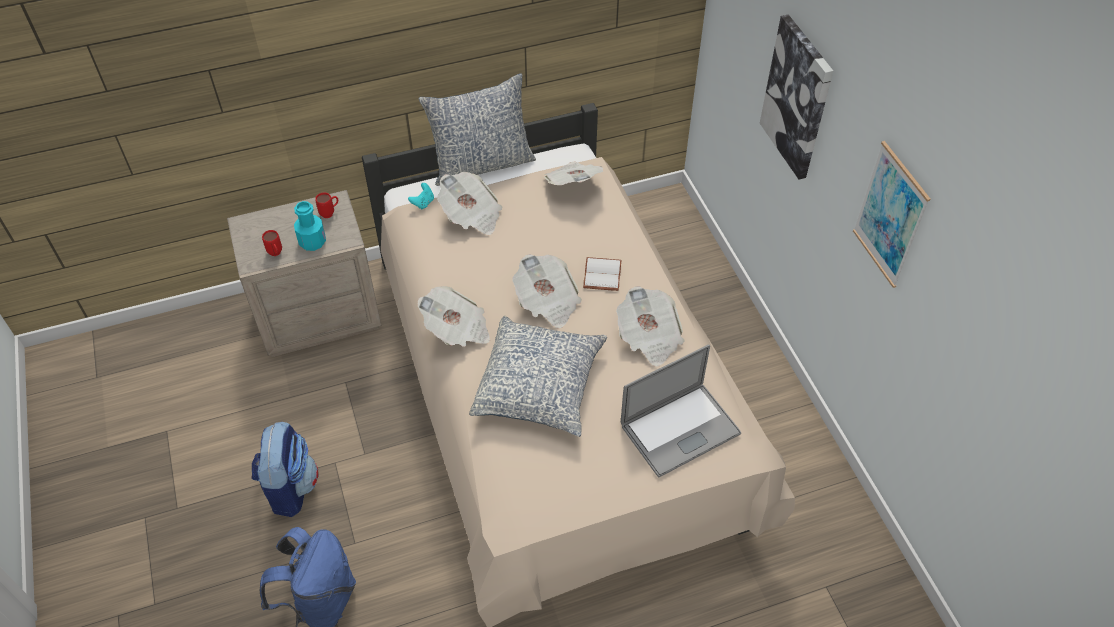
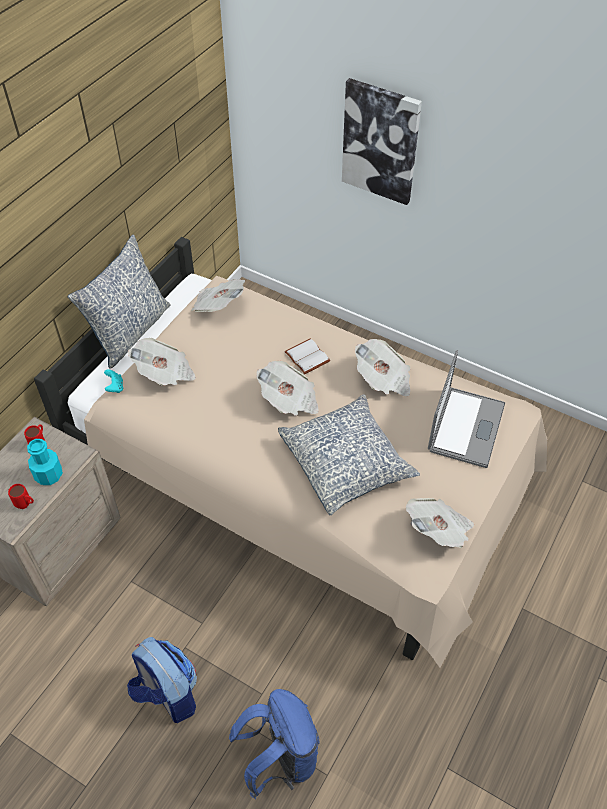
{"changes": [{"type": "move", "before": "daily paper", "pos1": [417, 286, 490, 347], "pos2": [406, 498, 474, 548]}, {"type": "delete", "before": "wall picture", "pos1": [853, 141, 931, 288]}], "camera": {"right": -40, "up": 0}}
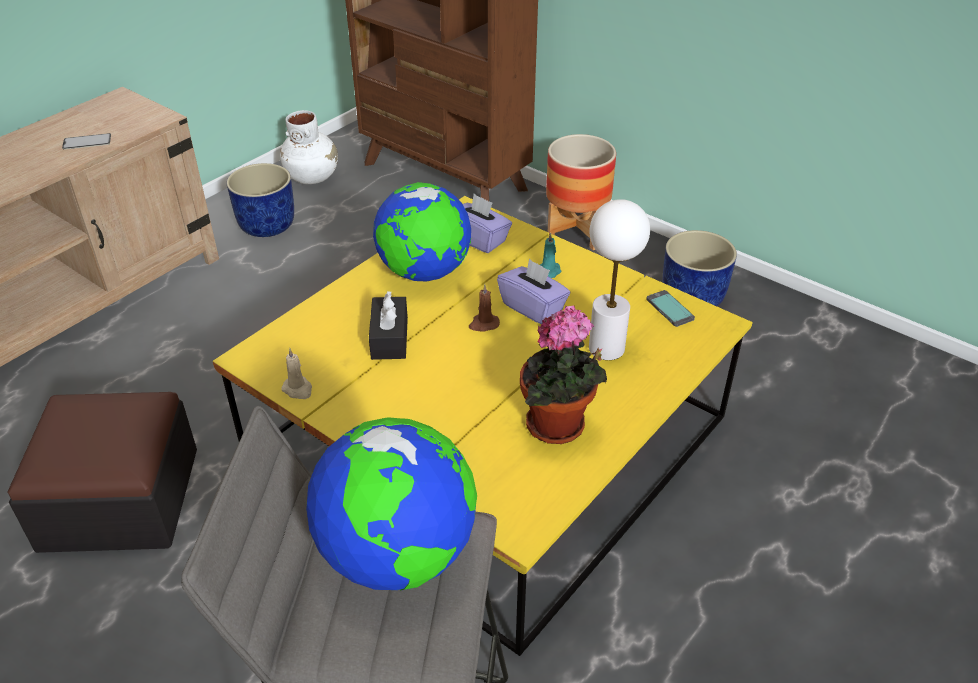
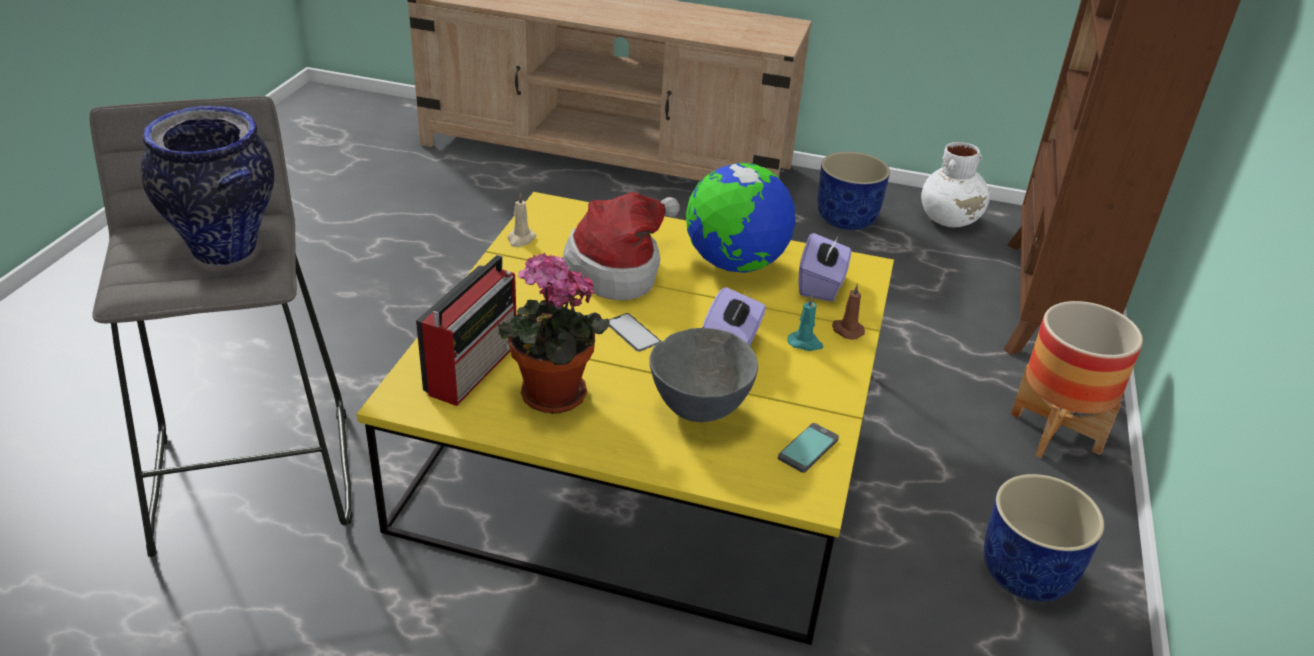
{"changes": [{"type": "replace", "before": "world globe", "after": "vase", "pos1": [306, 417, 477, 590], "pos2": [141, 106, 274, 265]}, {"type": "insert", "after": "radio set", "pos2": [416, 255, 516, 406]}, {"type": "replace", "before": "black-coloured tissue box", "after": "clothing hat", "pos1": [369, 291, 408, 360], "pos2": [563, 192, 680, 300]}, {"type": "move", "before": "telephone", "pos1": [62, 133, 111, 150], "pos2": [609, 313, 661, 352]}, {"type": "replace", "before": "white-coloured lamp for a table", "after": "gray bowl", "pos1": [589, 199, 650, 360], "pos2": [649, 328, 758, 422]}, {"type": "move", "before": "brown-coloured candle", "pos1": [469, 284, 500, 332], "pos2": [832, 283, 865, 340]}, {"type": "delete", "before": "footrest", "pos1": [8, 392, 197, 553]}], "camera": {"right": 65, "up": -5}}
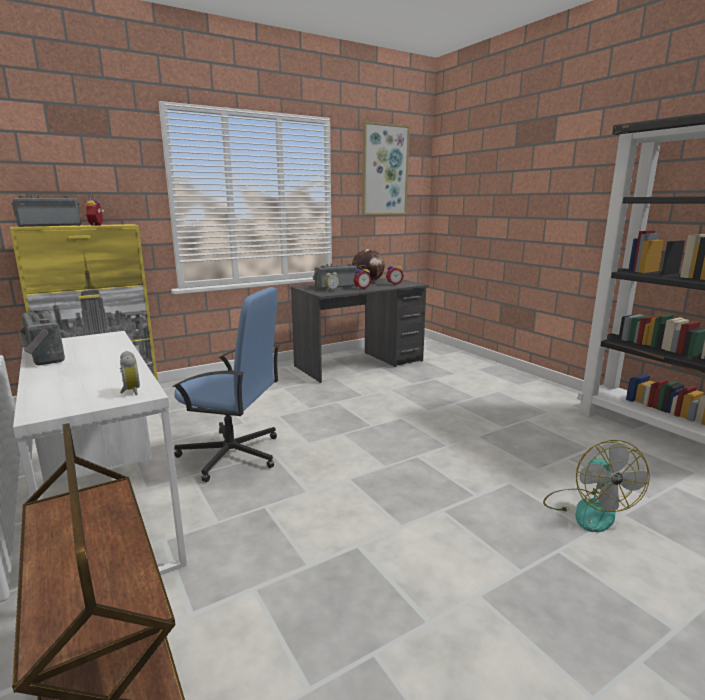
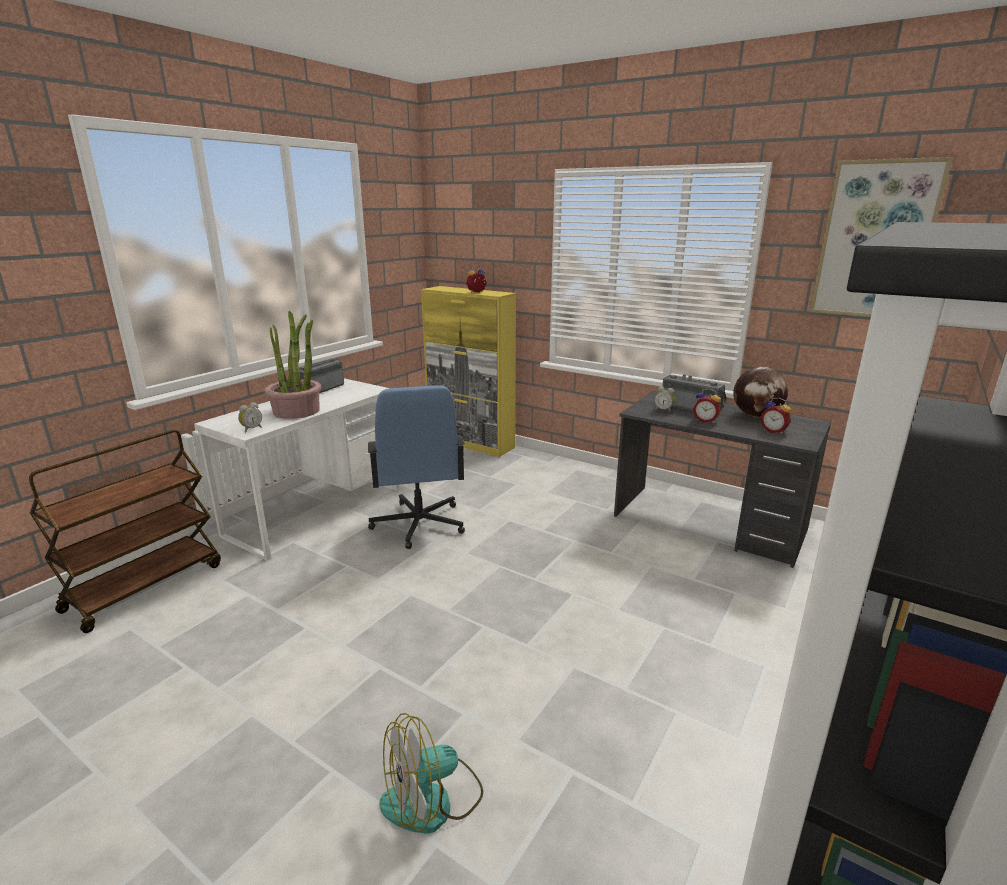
{"changes": [{"type": "insert", "after": "potted plant", "pos2": [265, 311, 321, 419]}, {"type": "delete", "before": "radio set", "pos1": [11, 195, 81, 227]}], "camera": {"right": 65, "up": 5}}
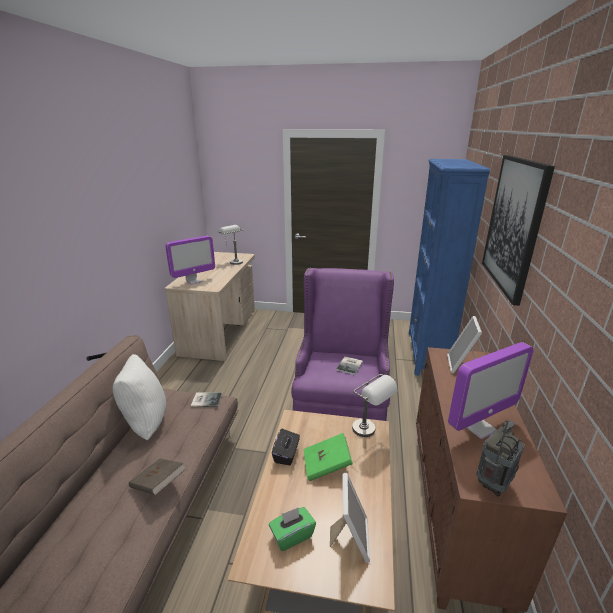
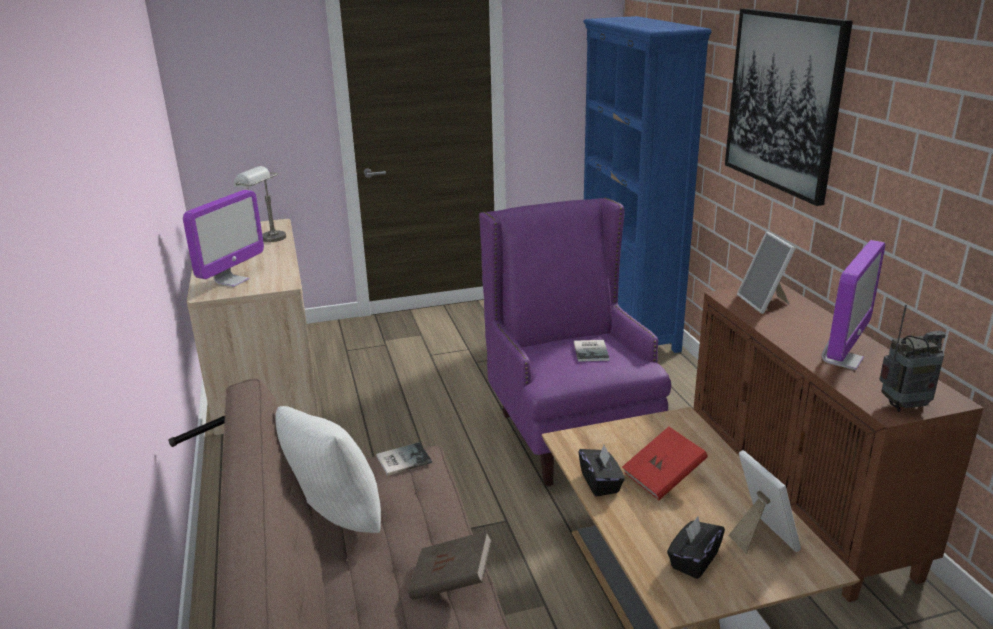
{"changes": [{"type": "recolor", "before": "green-coloured bound book", "after": "red-coloured bound book", "pos1": [304, 433, 353, 481], "pos2": [622, 427, 708, 500]}, {"type": "recolor", "before": "green-coloured tissue box", "after": "black-coloured tissue box", "pos1": [269, 507, 316, 551], "pos2": [667, 517, 725, 579]}, {"type": "rotate", "before": "radio set", "pos1": [476, 420, 524, 496], "pos2": [879, 305, 946, 412], "turn": 60}, {"type": "delete", "before": "gray lamp for a table", "pos1": [352, 374, 398, 437]}], "camera": {"right": -25, "up": 0}}
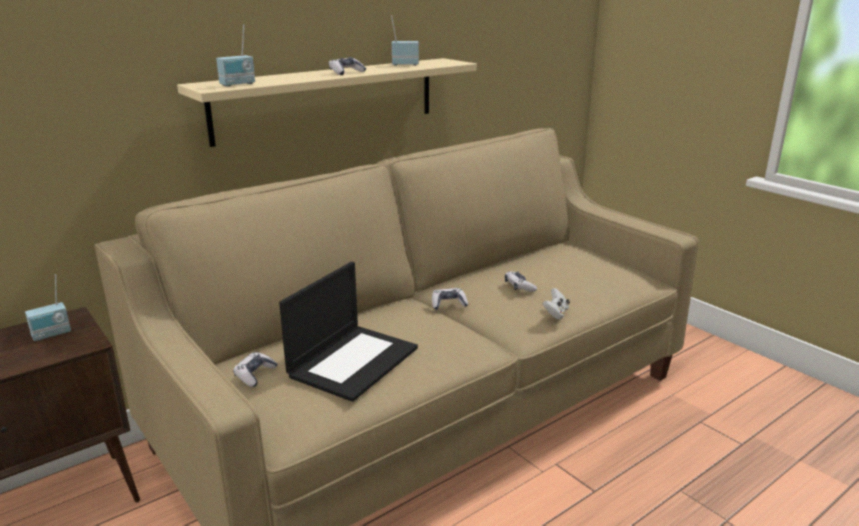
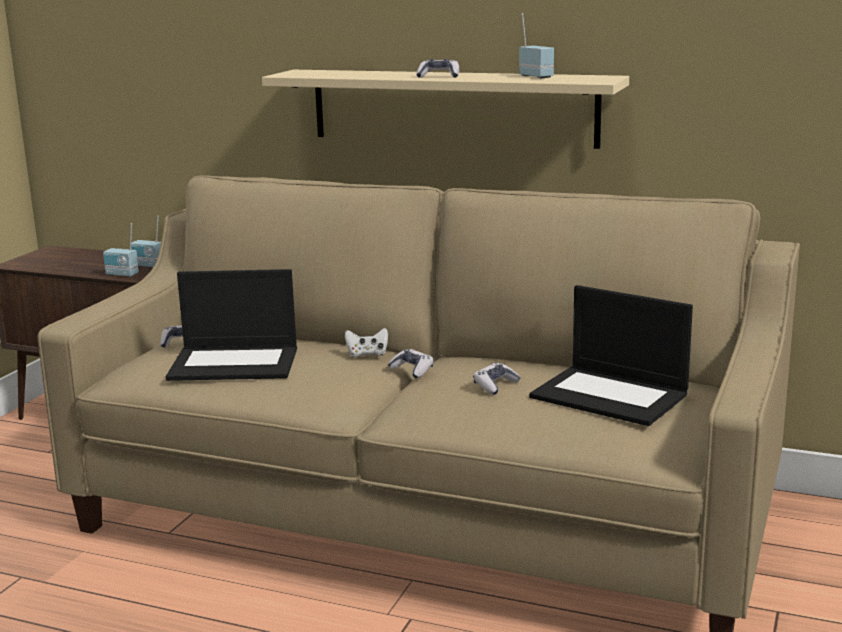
{"changes": [{"type": "move", "before": "radio set", "pos1": [216, 24, 255, 87], "pos2": [103, 223, 139, 277]}, {"type": "move", "before": "white-coloured joypad", "pos1": [543, 288, 570, 319], "pos2": [345, 328, 388, 357]}, {"type": "insert", "after": "laptop", "pos2": [529, 285, 693, 426]}], "camera": {"right": 60, "up": -5}}
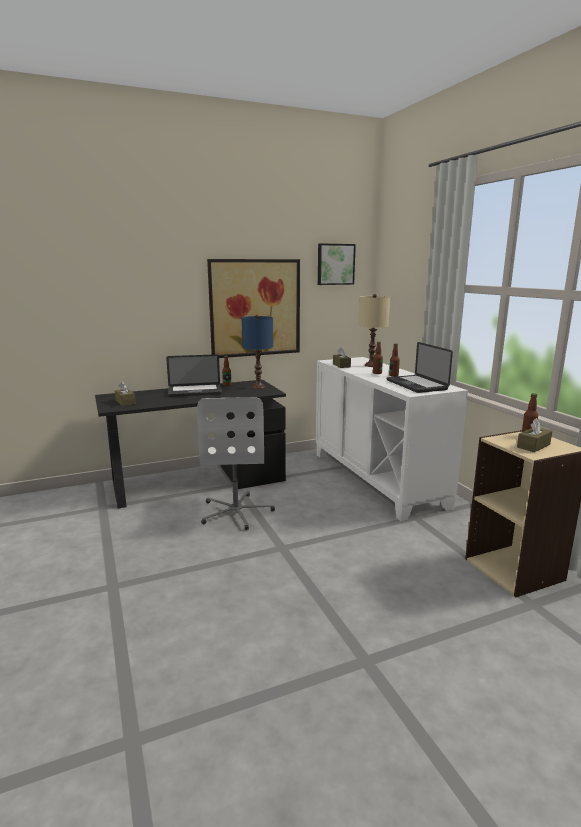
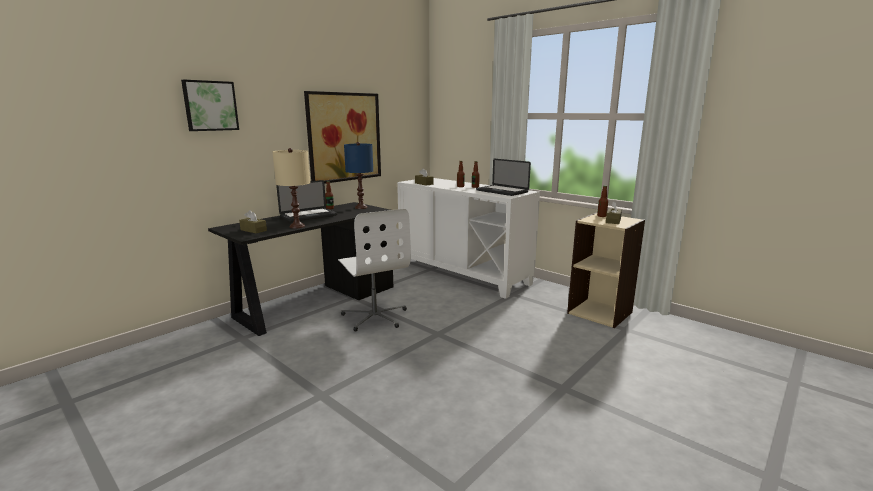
{"changes": [{"type": "move", "before": "wall picture", "pos1": [318, 244, 356, 285], "pos2": [181, 80, 239, 131]}, {"type": "move", "before": "sand-coloured lamp for a table", "pos1": [358, 294, 390, 367], "pos2": [273, 148, 310, 229]}], "camera": {"right": -25, "up": 0}}
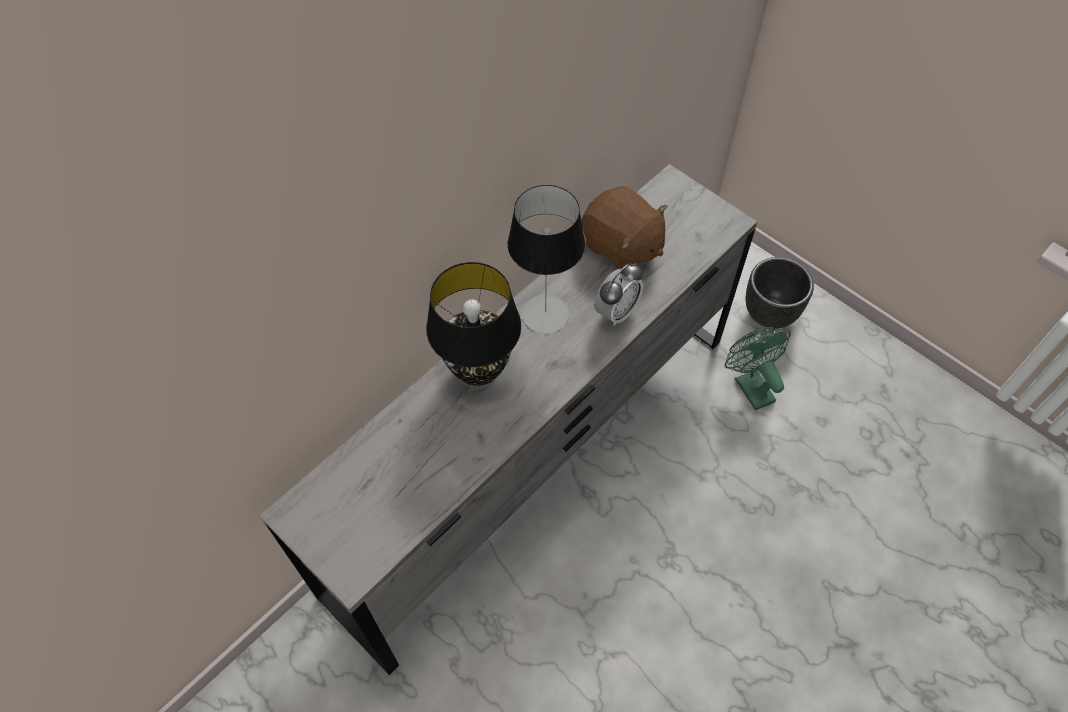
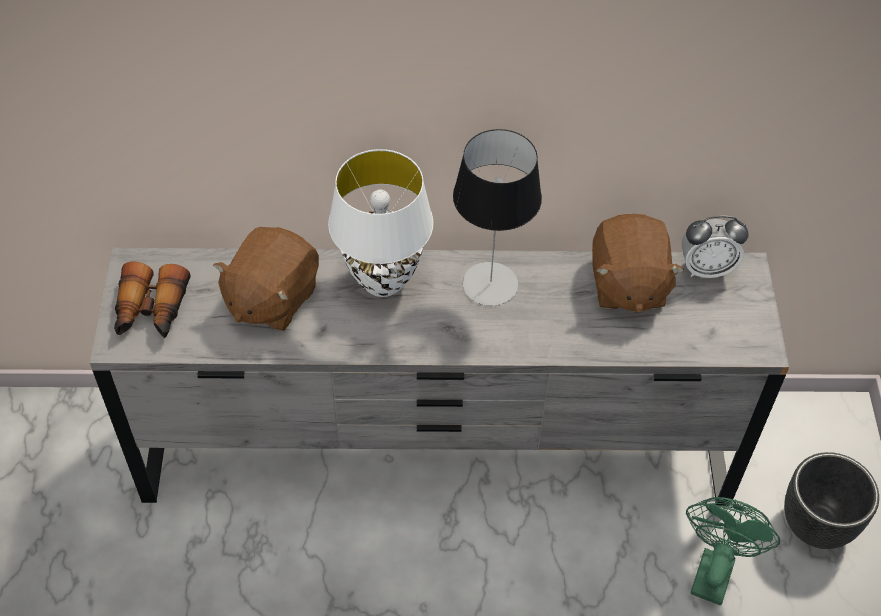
{"changes": [{"type": "insert", "after": "pair of binoculars", "pos2": [114, 261, 190, 338]}, {"type": "insert", "after": "brown-coloured cuddly toy", "pos2": [213, 227, 319, 331]}, {"type": "recolor", "before": "black-coloured lamp for a table", "after": "white-coloured lamp for a table", "pos1": [426, 262, 521, 386], "pos2": [328, 149, 433, 297]}, {"type": "move", "before": "alarm clock", "pos1": [594, 263, 644, 326], "pos2": [682, 216, 749, 278]}], "camera": {"right": 45, "up": -5}}
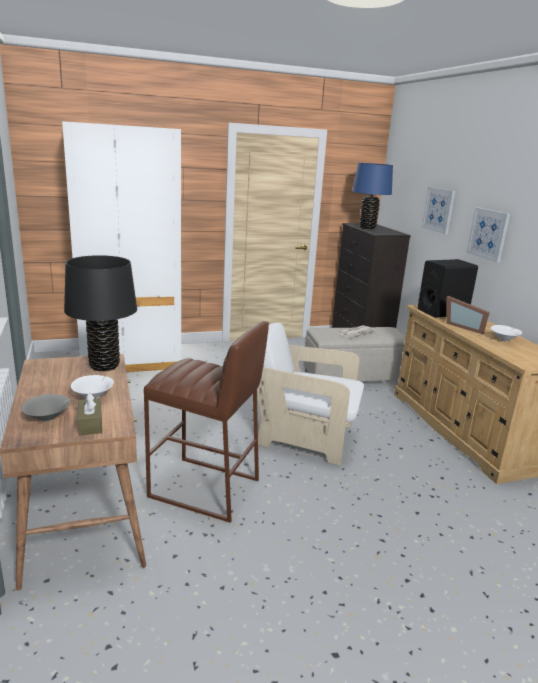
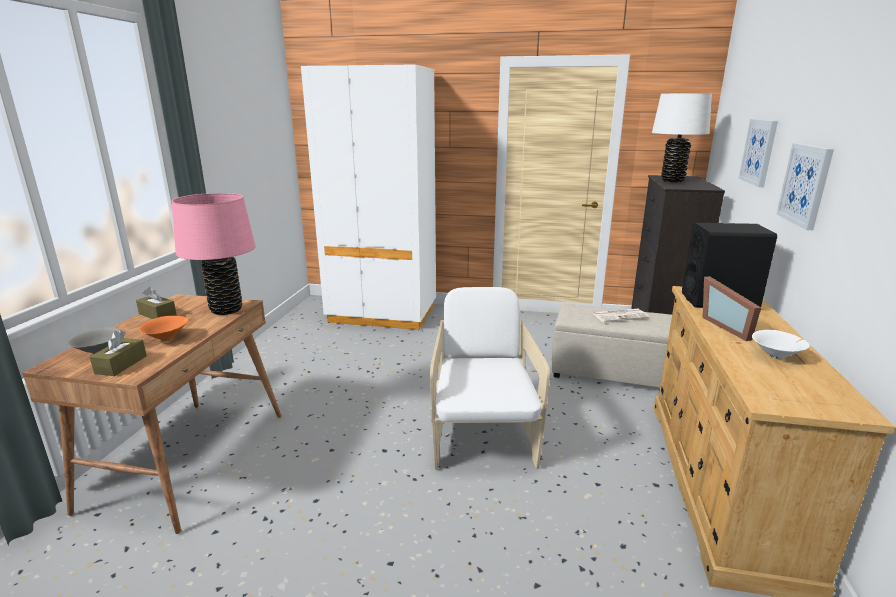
{"changes": [{"type": "insert", "after": "brown-coloured tissue box", "pos2": [136, 287, 177, 319]}, {"type": "recolor", "before": "white-coloured bowl", "after": "orange bowl", "pos1": [71, 375, 114, 399], "pos2": [139, 316, 189, 341]}, {"type": "recolor", "before": "black-coloured lamp for a table", "after": "pink lamp for a table", "pos1": [64, 255, 137, 371], "pos2": [172, 193, 255, 315]}, {"type": "rotate", "before": "white-coloured lounge chair", "pos1": [257, 323, 364, 465], "pos2": [430, 287, 550, 470], "turn": 45}, {"type": "recolor", "before": "blue-coloured lamp for a table", "after": "white-coloured lamp for a table", "pos1": [352, 163, 393, 229], "pos2": [652, 93, 712, 182]}, {"type": "delete", "before": "brown-coloured stool seat", "pos1": [144, 321, 269, 523]}], "camera": {"right": 30, "up": 0}}
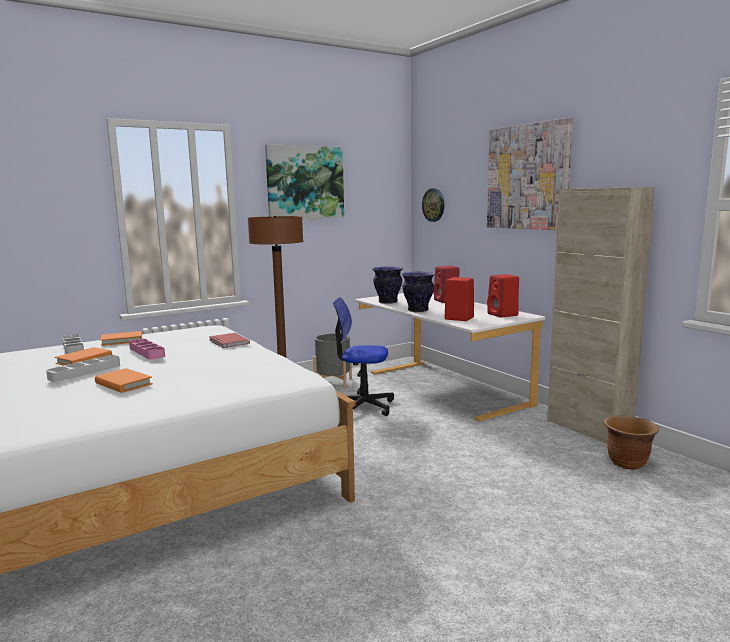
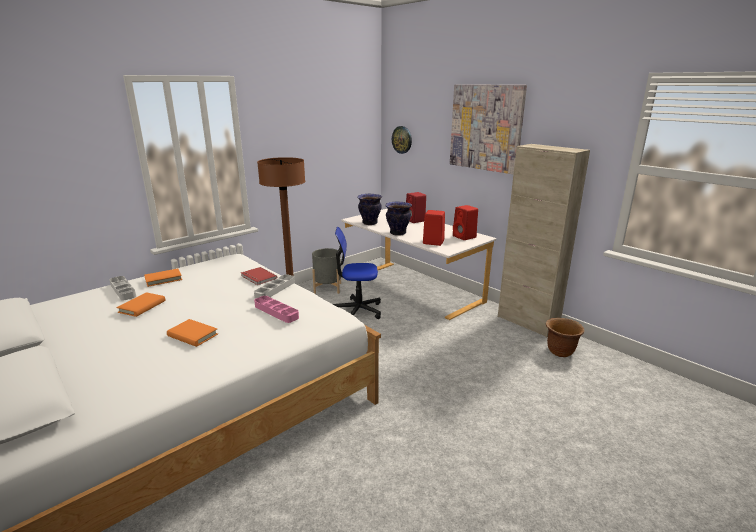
{"changes": [{"type": "move", "before": "gray carrying tray", "pos1": [46, 355, 120, 382], "pos2": [254, 274, 295, 299]}, {"type": "move", "before": "pink carrying tray", "pos1": [129, 339, 165, 360], "pos2": [254, 296, 299, 323]}, {"type": "delete", "before": "wall picture", "pos1": [265, 144, 344, 219]}], "camera": {"right": -10, "up": 10}}
